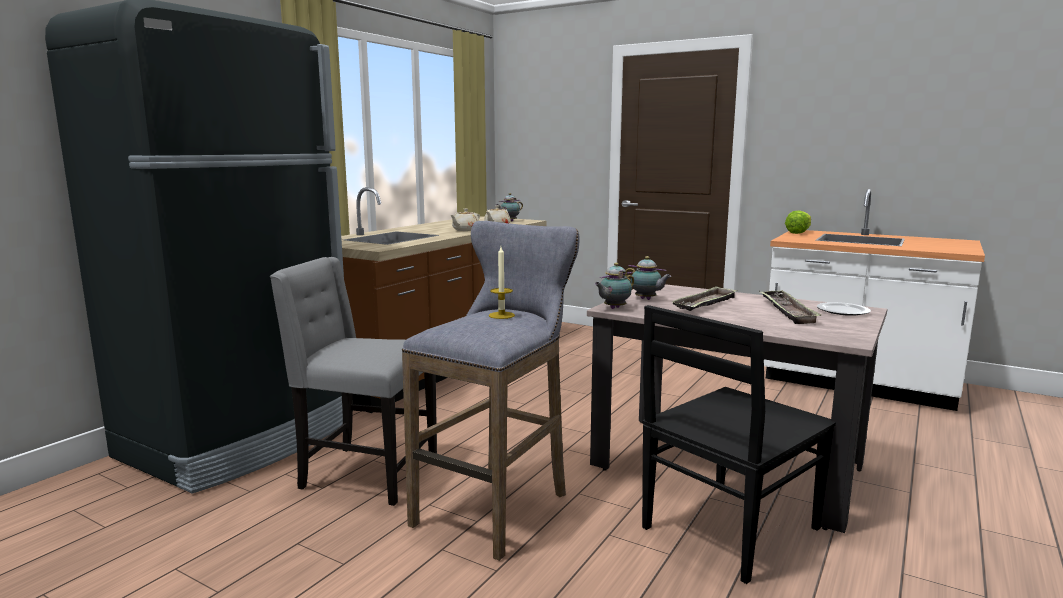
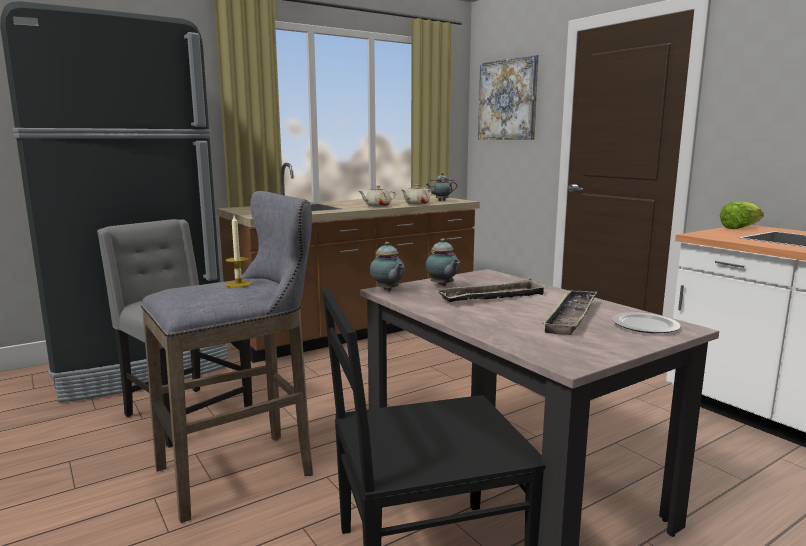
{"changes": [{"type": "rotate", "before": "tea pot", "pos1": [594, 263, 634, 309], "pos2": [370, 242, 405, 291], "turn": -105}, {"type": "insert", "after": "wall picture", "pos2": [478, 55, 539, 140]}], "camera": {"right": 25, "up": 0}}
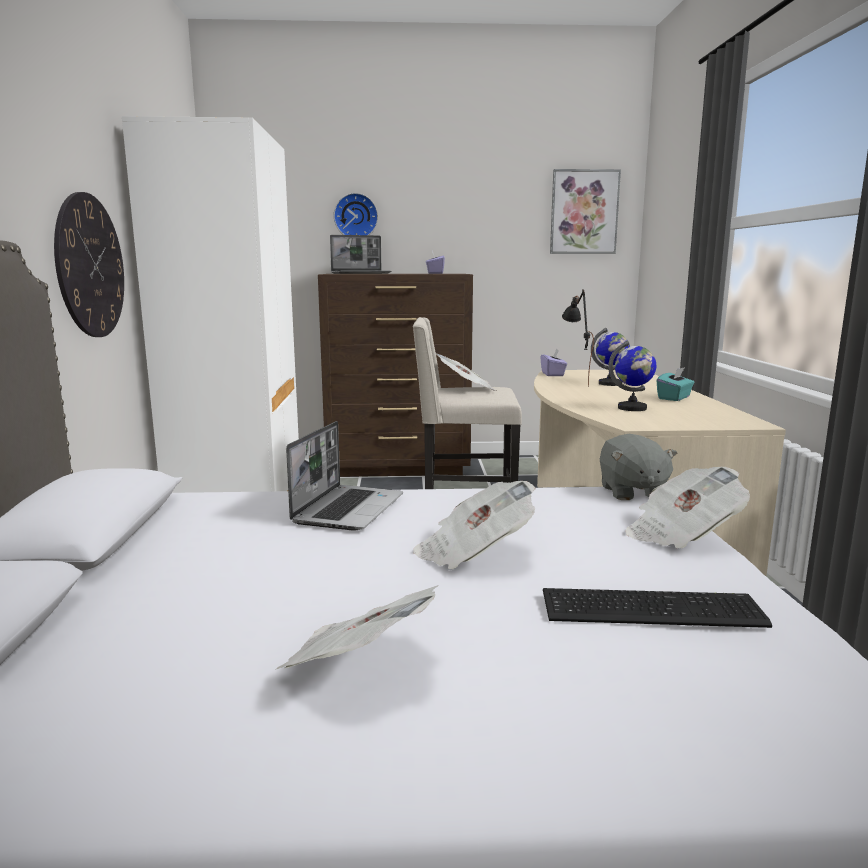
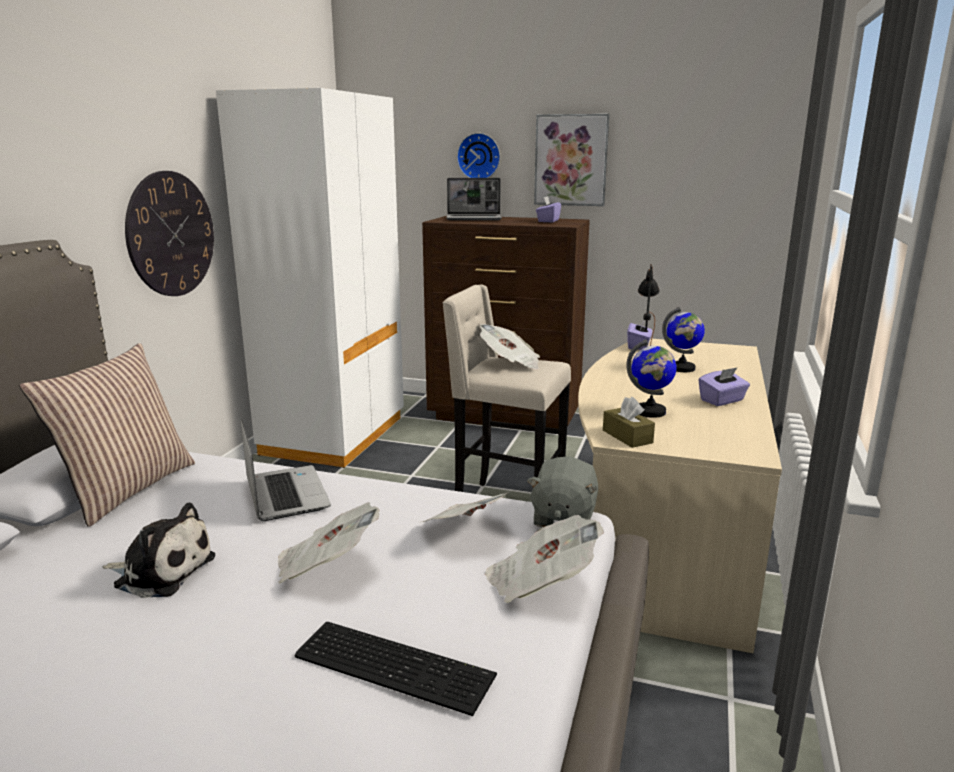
{"changes": [{"type": "insert", "after": "cushion", "pos2": [19, 343, 195, 527]}, {"type": "insert", "after": "cuddly toy", "pos2": [103, 502, 215, 598]}, {"type": "rotate", "before": "laptop", "pos1": [286, 421, 403, 531], "pos2": [241, 419, 331, 521], "turn": -60}, {"type": "move", "before": "daily paper", "pos1": [276, 585, 439, 669], "pos2": [422, 491, 512, 522]}, {"type": "move", "before": "wall picture", "pos1": [550, 169, 621, 254], "pos2": [534, 114, 610, 206]}, {"type": "insert", "after": "brown-coloured tissue box", "pos2": [603, 397, 655, 448]}, {"type": "recolor", "before": "turquoise-coloured tissue box", "after": "purple-coloured tissue box", "pos1": [656, 367, 695, 401], "pos2": [699, 368, 750, 406]}], "camera": {"right": 20, "up": 5}}
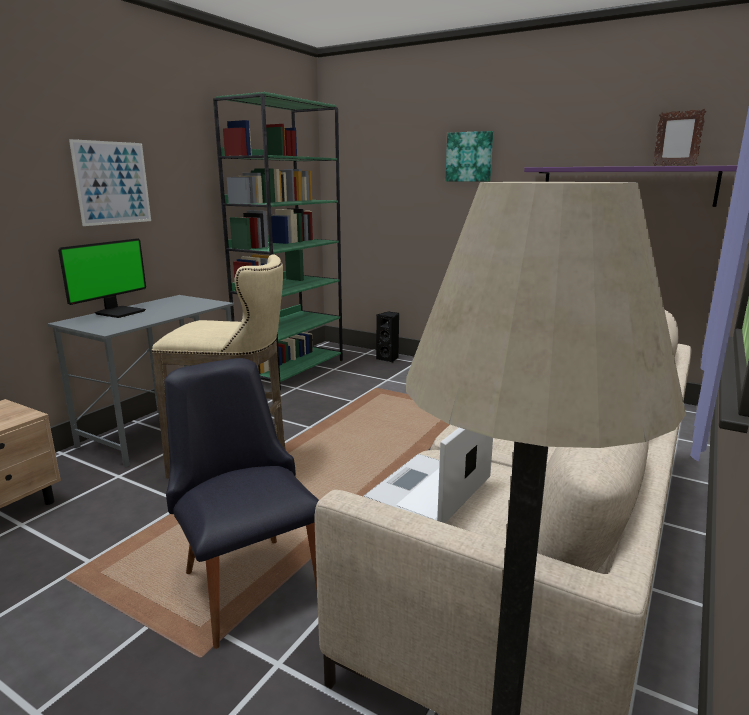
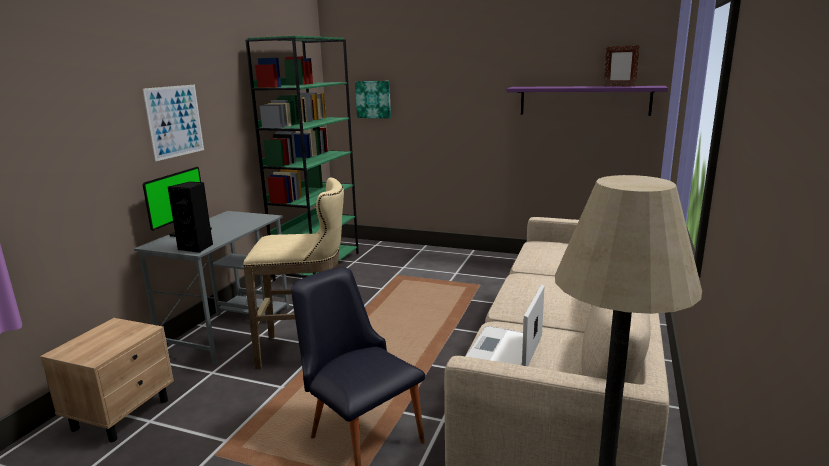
{"changes": [{"type": "move", "before": "black-coloured speaker", "pos1": [376, 312, 399, 362], "pos2": [168, 182, 213, 253]}, {"type": "move", "before": "wall picture", "pos1": [445, 131, 493, 182], "pos2": [355, 81, 391, 118]}], "camera": {"right": -10, "up": 0}}
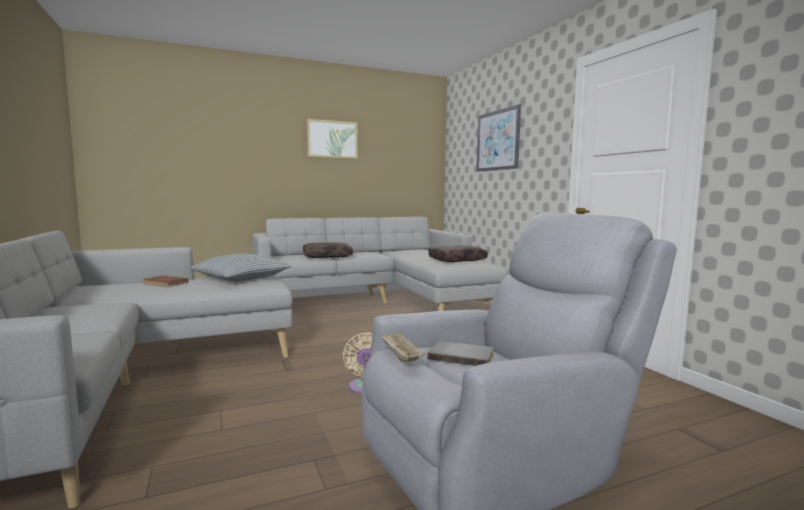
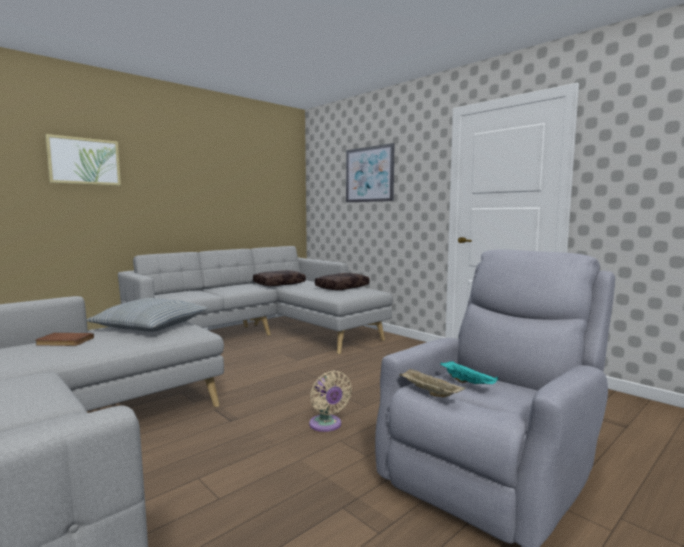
{"changes": [{"type": "move", "before": "wall picture", "pos1": [307, 119, 357, 159], "pos2": [45, 134, 121, 186]}, {"type": "move", "before": "brown-coloured cushion", "pos1": [303, 242, 353, 258], "pos2": [253, 270, 306, 286]}, {"type": "replace", "before": "gray bound book", "after": "turquoise-coloured carrying tray", "pos1": [427, 341, 494, 366], "pos2": [440, 361, 498, 384]}], "camera": {"right": -20, "up": 0}}
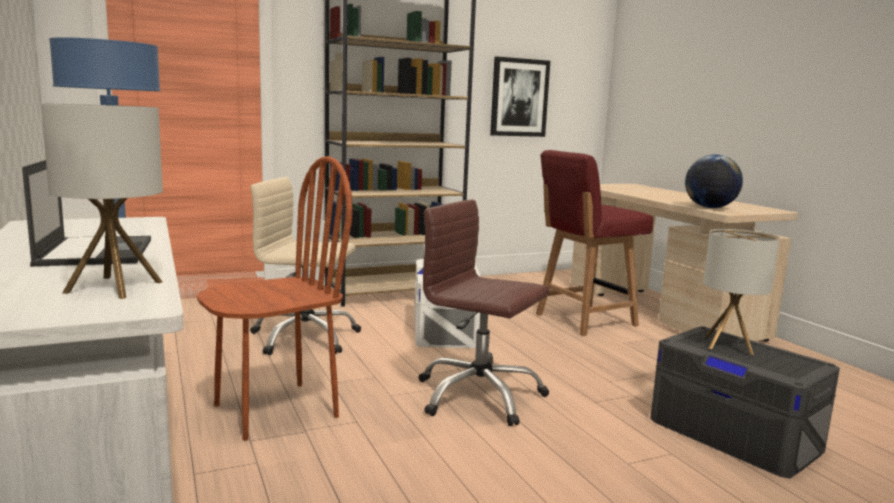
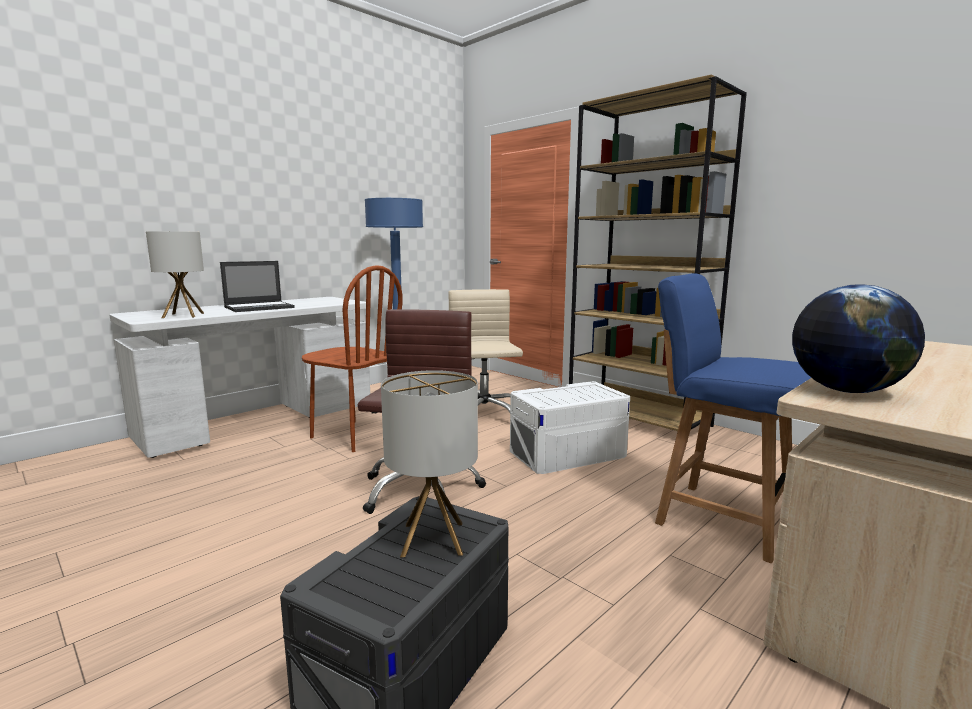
{"changes": [{"type": "recolor", "before": "red-coloured chair", "after": "blue-coloured chair", "pos1": [536, 150, 653, 336], "pos2": [655, 273, 811, 563]}, {"type": "delete", "before": "wall picture", "pos1": [490, 57, 550, 137]}], "camera": {"right": 70, "up": 0}}
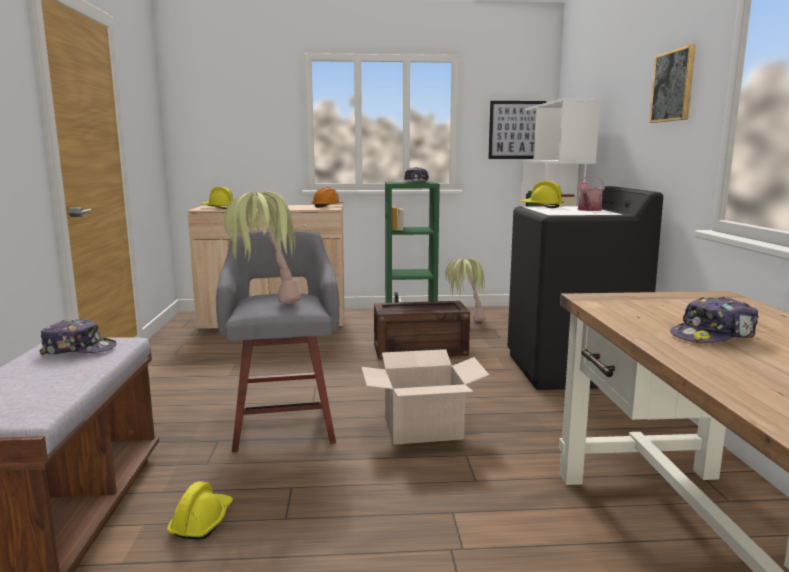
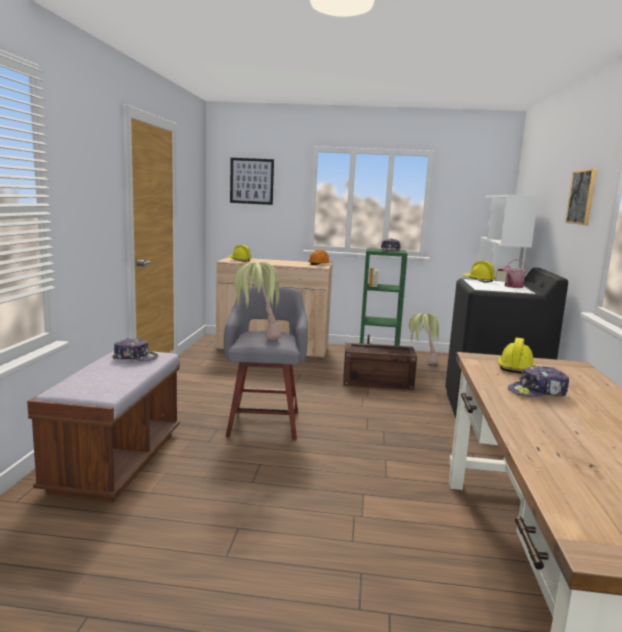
{"changes": [{"type": "move", "before": "wall picture", "pos1": [488, 101, 546, 159], "pos2": [230, 158, 274, 205]}, {"type": "move", "before": "yellow safety helmet", "pos1": [167, 481, 233, 539], "pos2": [498, 338, 536, 374]}, {"type": "delete", "before": "packing box", "pos1": [361, 349, 489, 445]}], "camera": {"right": 10, "up": 0}}
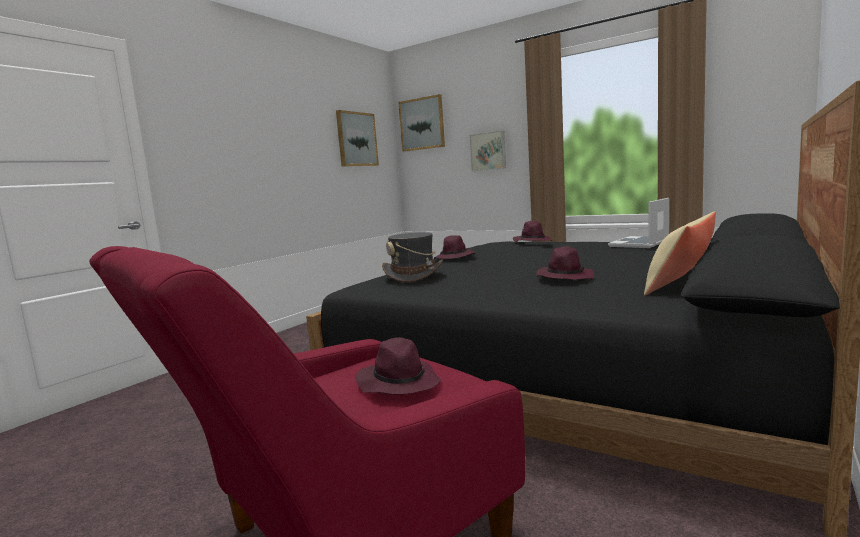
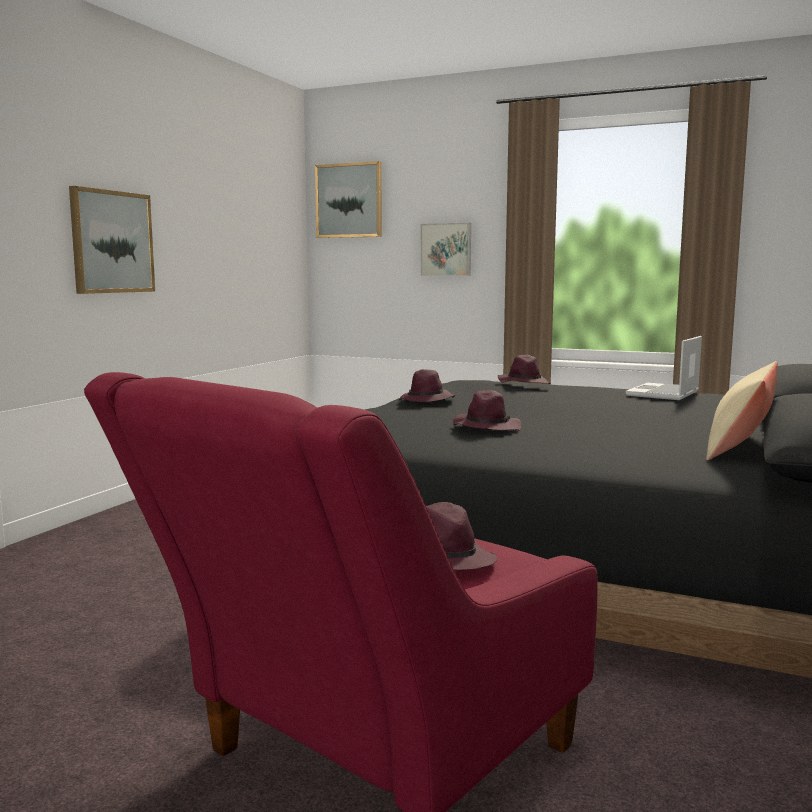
{"changes": [{"type": "move", "before": "wall picture", "pos1": [336, 110, 379, 167], "pos2": [69, 186, 155, 294]}, {"type": "move", "before": "purple-coloured clothing hat", "pos1": [537, 247, 594, 280], "pos2": [453, 390, 521, 430]}, {"type": "delete", "before": "gray clothing hat", "pos1": [382, 232, 443, 283]}], "camera": {"right": -10, "up": 0}}
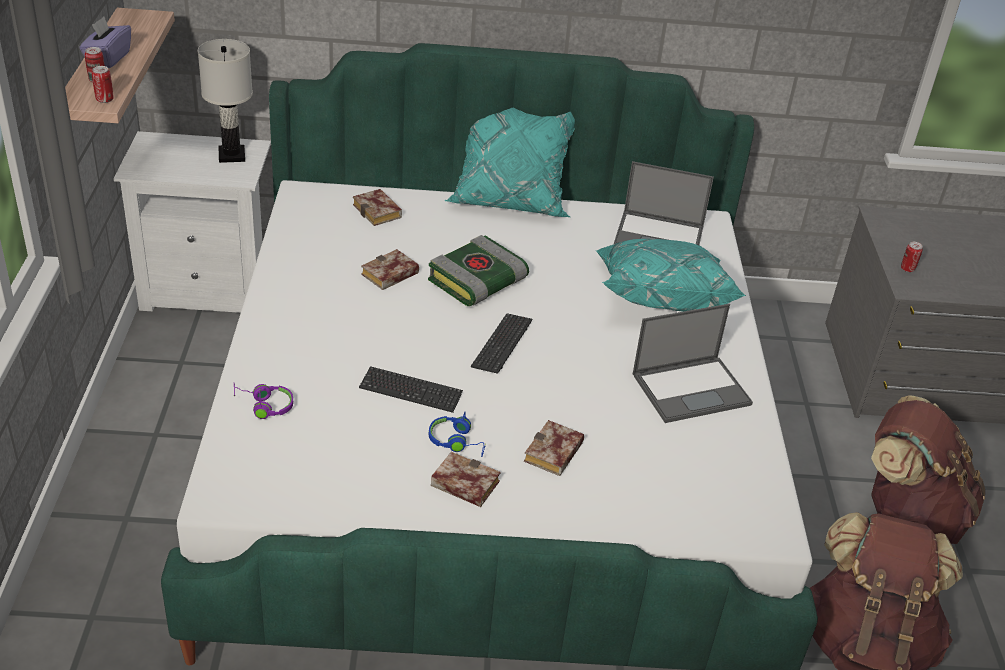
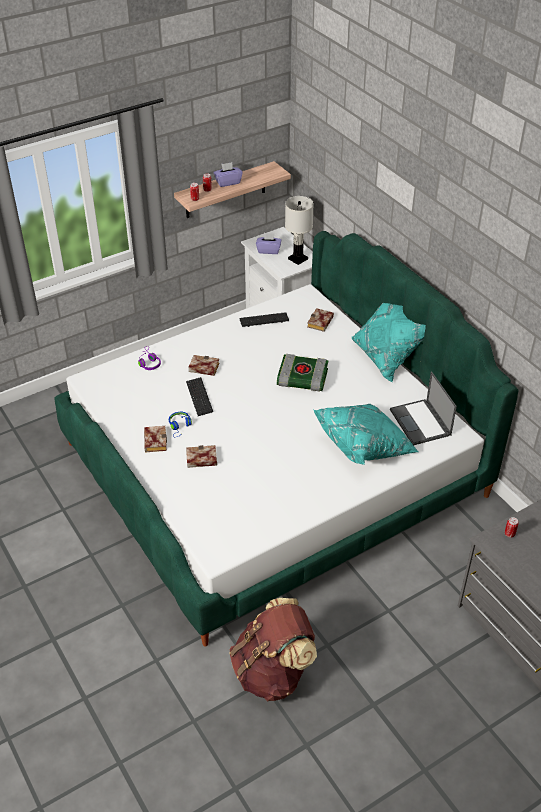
{"changes": [{"type": "move", "before": "bound book", "pos1": [361, 249, 419, 290], "pos2": [188, 355, 220, 376]}, {"type": "move", "before": "computer keyboard", "pos1": [471, 314, 532, 374], "pos2": [239, 312, 289, 327]}, {"type": "insert", "after": "purple-coloured tissue box", "pos2": [256, 233, 281, 254]}, {"type": "delete", "before": "laptop", "pos1": [632, 304, 753, 423]}, {"type": "delete", "before": "brown-coloured backpack", "pos1": [871, 395, 985, 544]}], "camera": {"right": 60, "up": 5}}
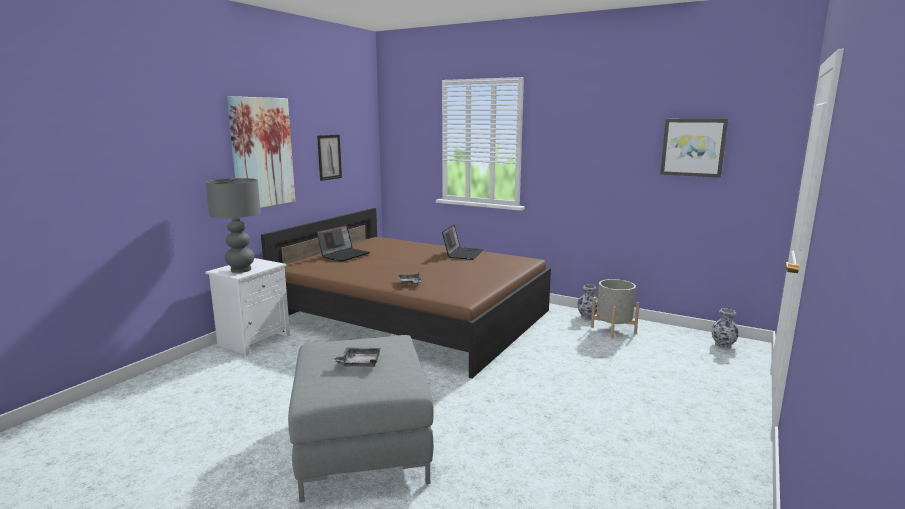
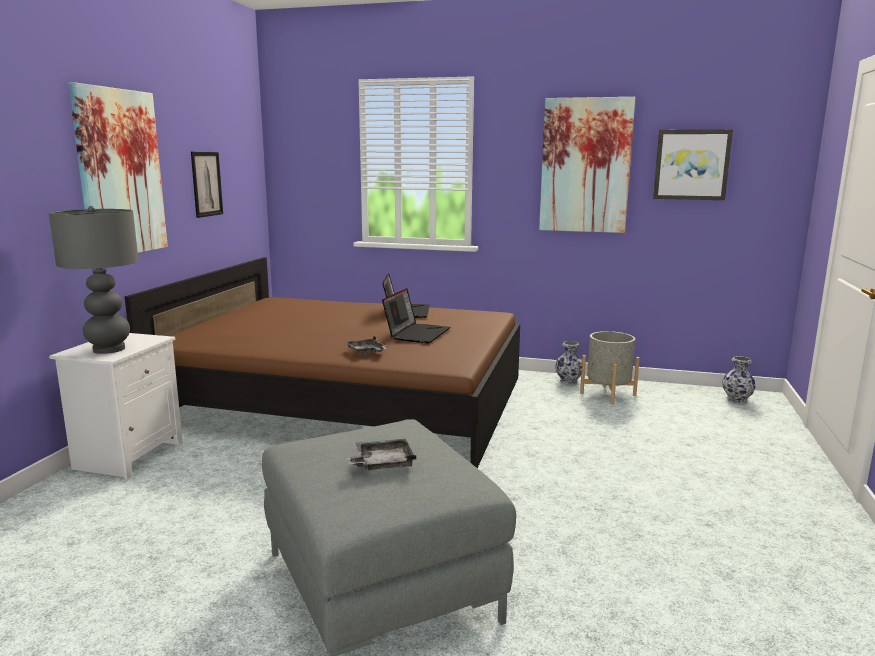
{"changes": [{"type": "move", "before": "laptop", "pos1": [316, 224, 370, 262], "pos2": [382, 288, 450, 343]}, {"type": "insert", "after": "wall picture", "pos2": [539, 97, 636, 233]}], "camera": {"right": -15, "up": 0}}
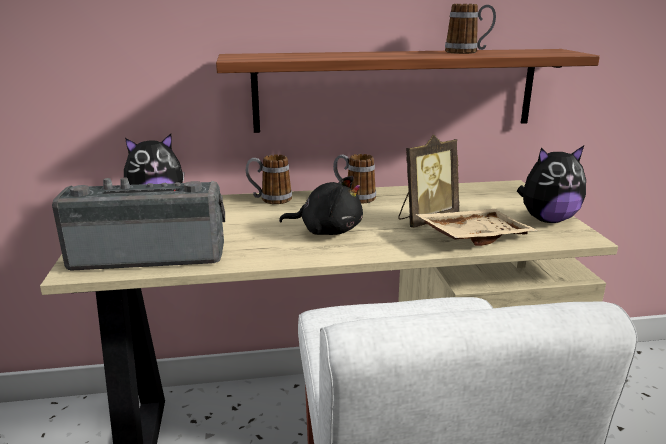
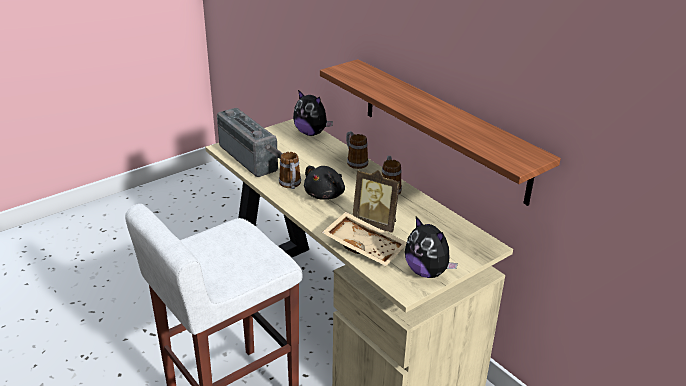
{"changes": [{"type": "move", "before": "mug", "pos1": [445, 4, 496, 54], "pos2": [279, 152, 301, 189]}, {"type": "rotate", "before": "black-coloured cuddly toy", "pos1": [279, 176, 363, 235], "pos2": [304, 166, 345, 200], "turn": 45}], "camera": {"right": 60, "up": 10}}
